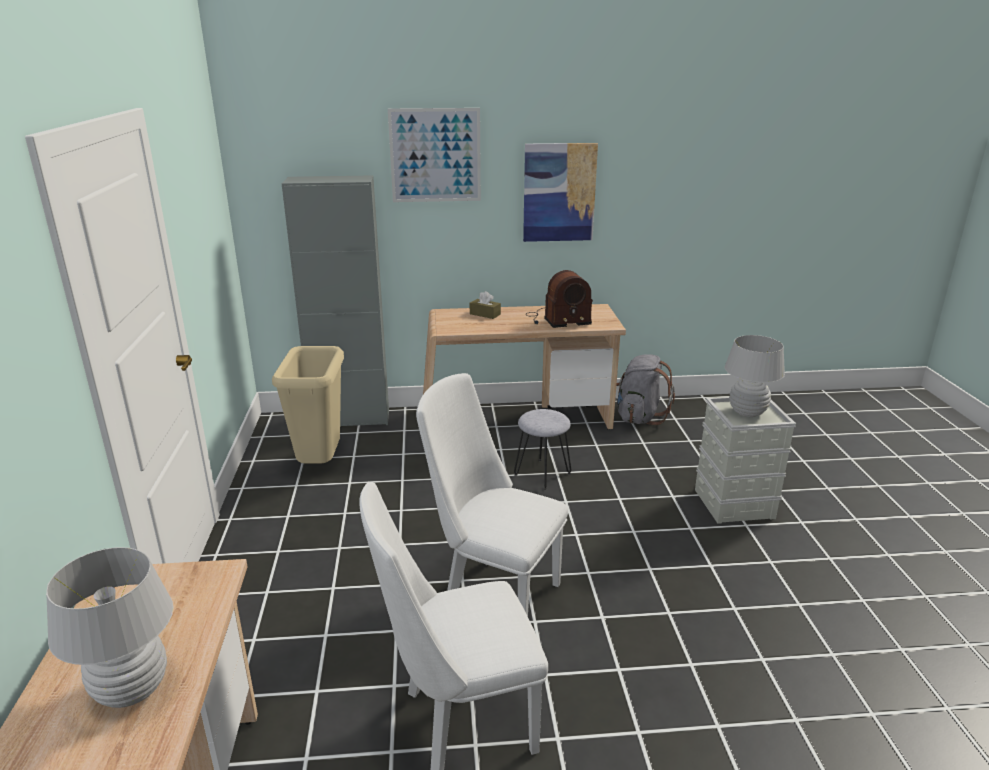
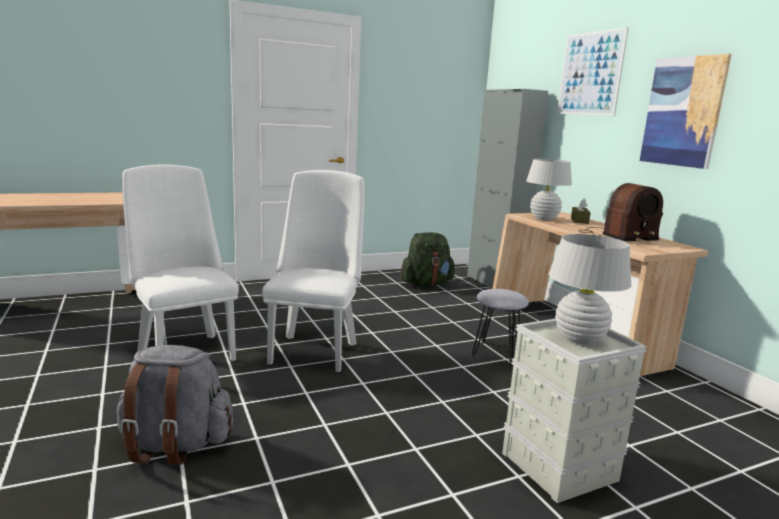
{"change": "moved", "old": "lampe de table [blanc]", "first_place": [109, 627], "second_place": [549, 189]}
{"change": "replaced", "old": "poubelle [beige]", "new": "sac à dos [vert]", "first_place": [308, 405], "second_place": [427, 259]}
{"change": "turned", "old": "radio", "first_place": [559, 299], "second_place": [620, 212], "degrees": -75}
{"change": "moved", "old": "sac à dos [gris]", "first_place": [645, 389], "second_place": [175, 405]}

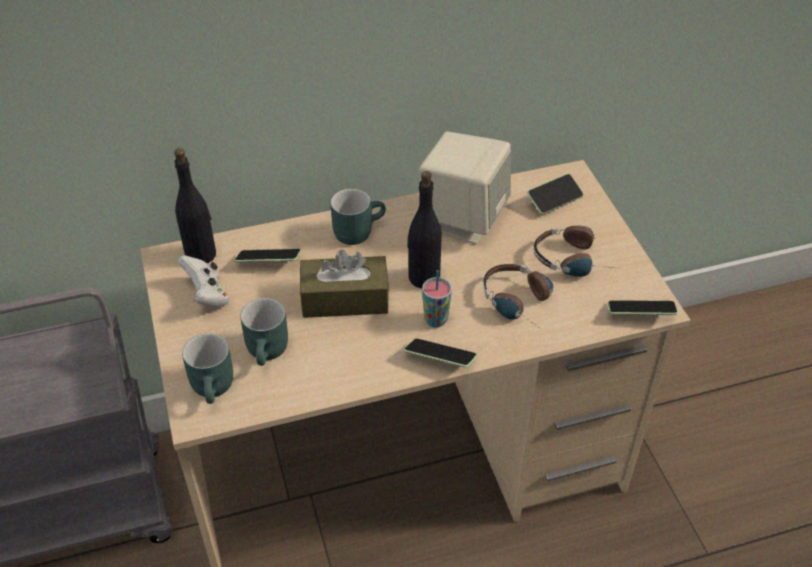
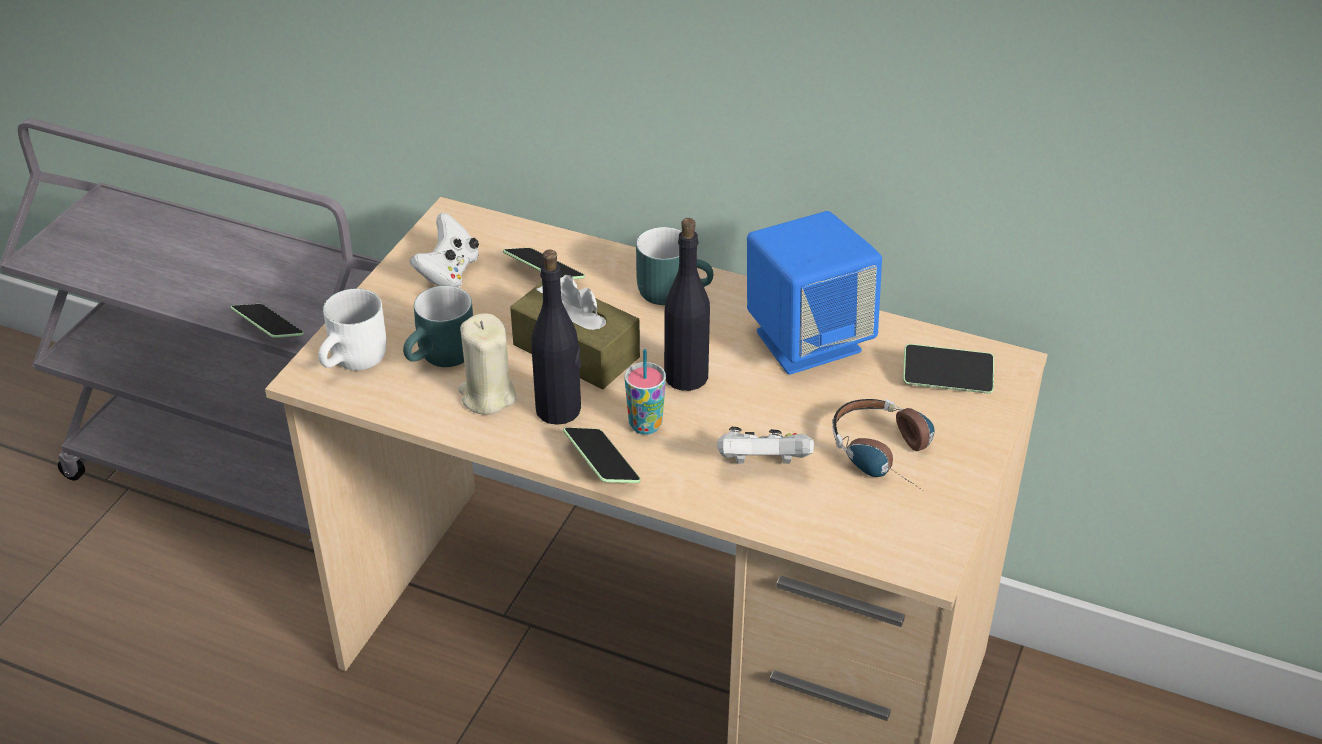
{"change": "moved", "old": "bouteille [noir]", "first_place": [195, 205], "second_place": [556, 337]}
{"change": "recoloured", "old": "mug [turquoise]", "new": "mug [blanc]", "first_place": [207, 368], "second_place": [352, 329]}
{"change": "recoloured", "old": "enceinte [beige]", "new": "enceinte [bleu]", "first_place": [465, 188], "second_place": [814, 293]}
{"change": "replaced", "old": "casque audio", "new": "manette [blanc]", "first_place": [518, 297], "second_place": [765, 445]}
{"change": "moved", "old": "téléphone", "first_place": [643, 307], "second_place": [267, 321]}
{"change": "added", "new": "bougie [beige]", "second_place": [487, 364]}

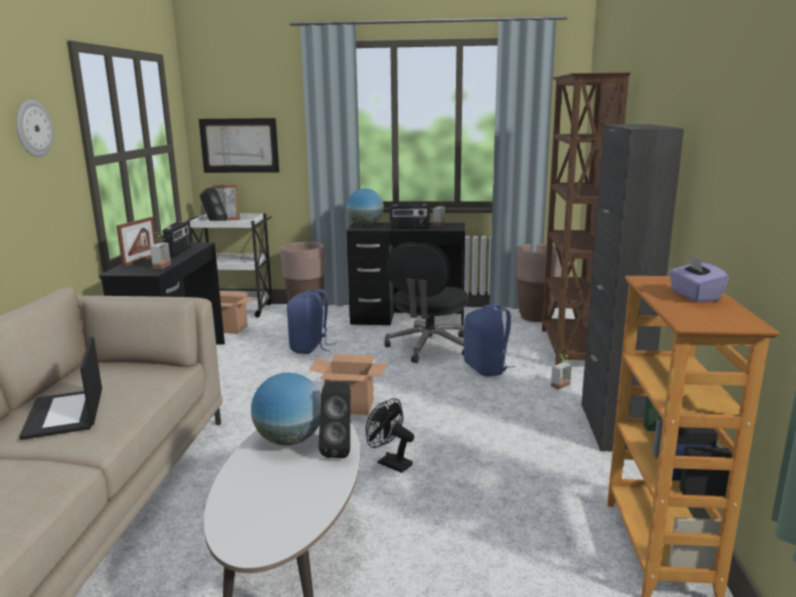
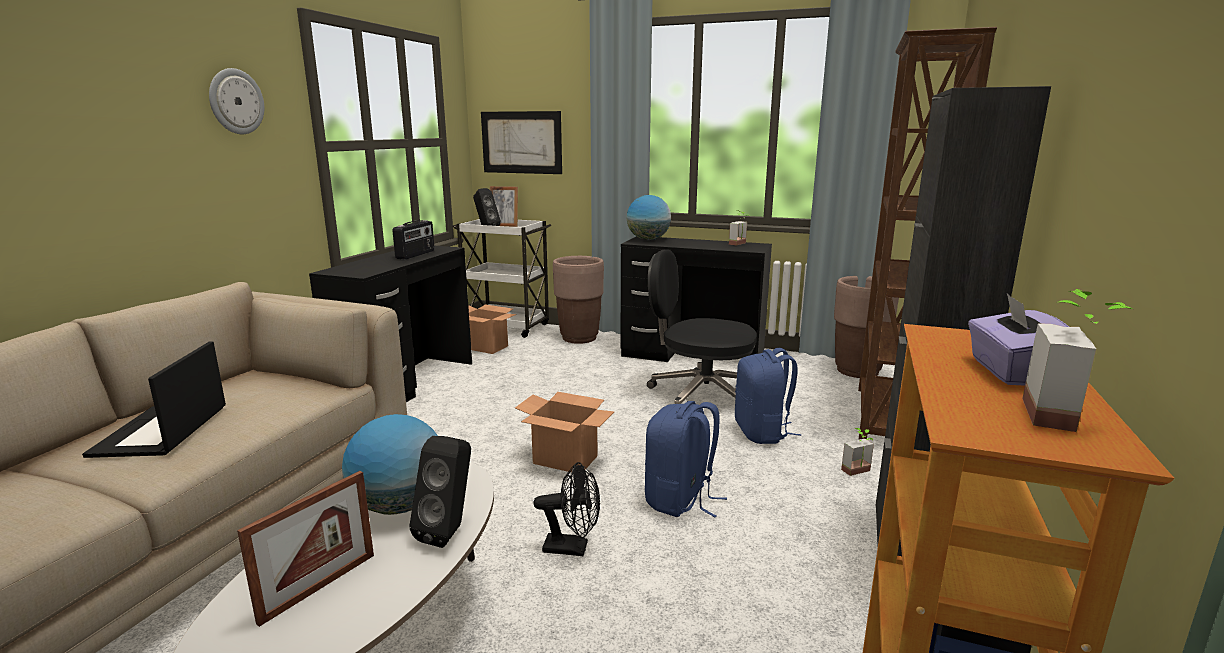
{"change": "moved", "old": "cadre photo", "first_place": [137, 242], "second_place": [305, 549]}
{"change": "moved", "old": "plante en pot", "first_place": [160, 250], "second_place": [1077, 360]}
{"change": "moved", "old": "sac à dos [bleu]", "first_place": [311, 321], "second_place": [686, 459]}
{"change": "turned", "old": "ventilateur [noir]", "first_place": [390, 435], "second_place": [567, 509], "degrees": 135}
{"change": "turned", "old": "chaise de bureau [noir]", "first_place": [425, 302], "second_place": [702, 326], "degrees": 75}
{"change": "removed", "old": "radio", "first_place": [410, 216]}

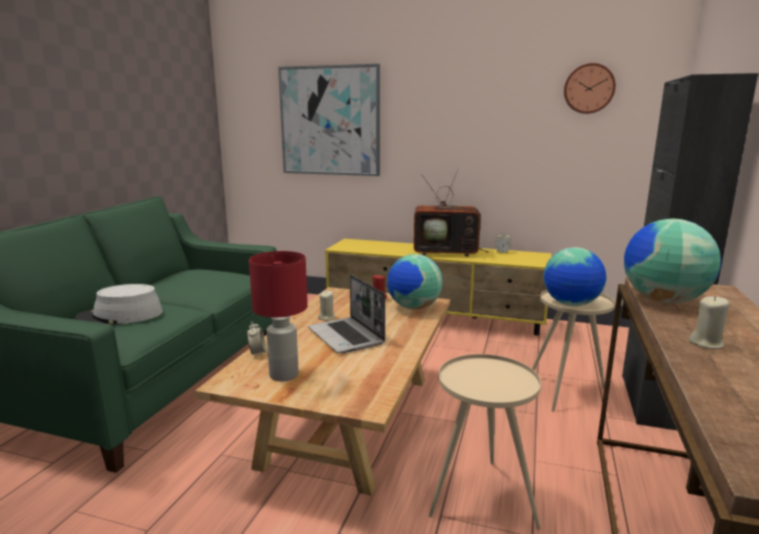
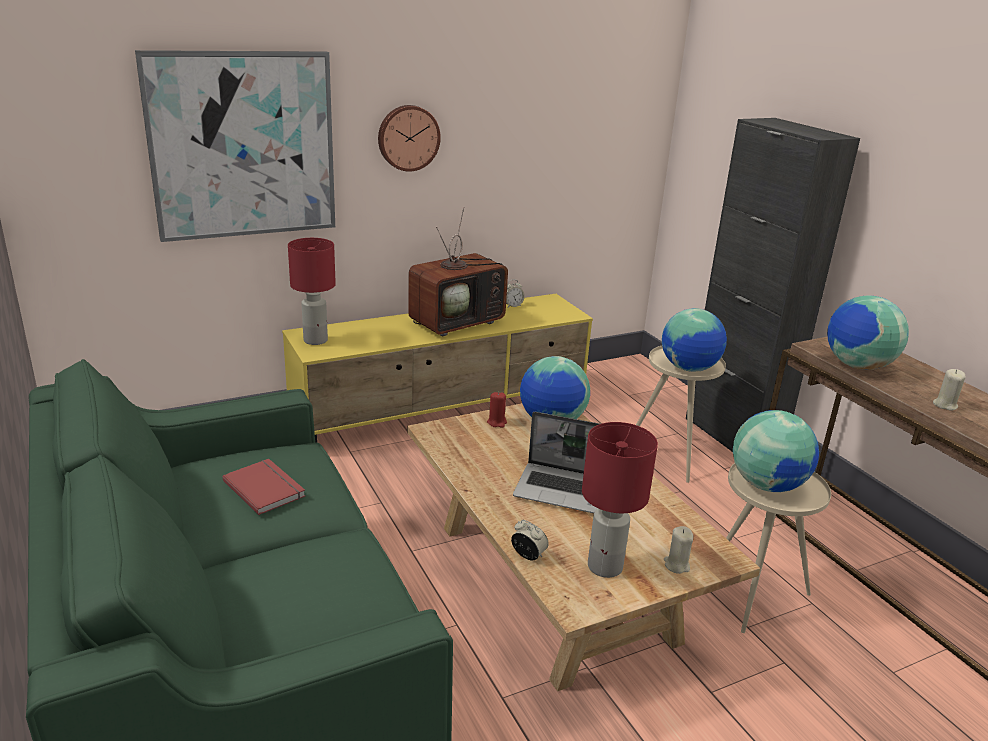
{"change": "removed", "old": "chapeau [gris]", "first_place": [119, 305]}
{"change": "moved", "old": "bougie [beige]", "first_place": [326, 306], "second_place": [678, 550]}
{"change": "moved", "old": "horloge murale", "first_place": [590, 88], "second_place": [409, 138]}
{"change": "added", "new": "livre [rouge]", "second_place": [263, 487]}
{"change": "added", "new": "lampe de table [rouge]", "second_place": [312, 291]}
{"change": "added", "new": "globe", "second_place": [776, 451]}

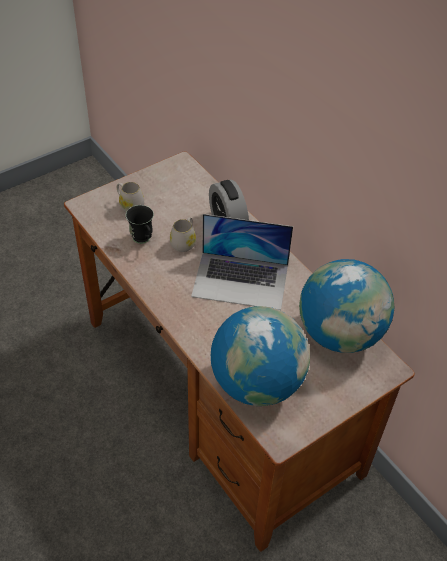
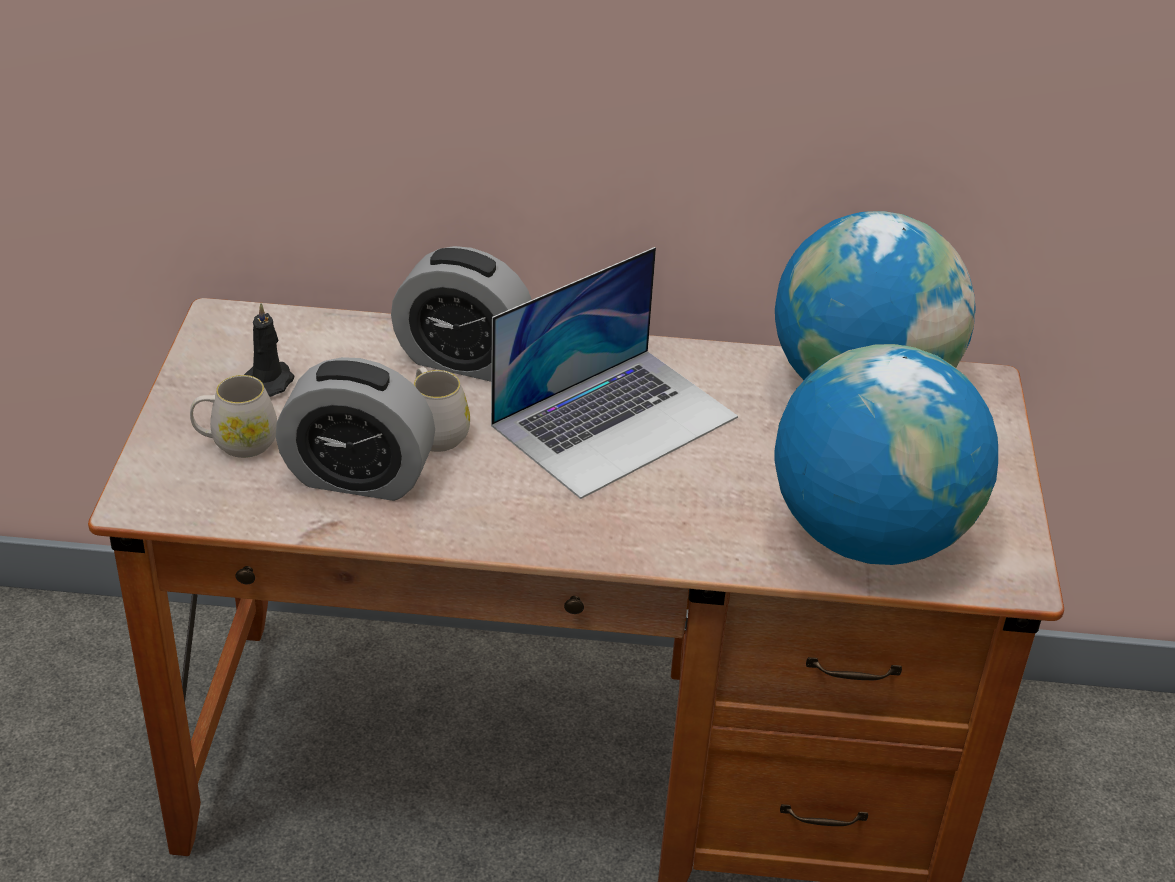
{"change": "replaced", "old": "mug [noir]", "new": "réveil", "first_place": [140, 224], "second_place": [355, 429]}
{"change": "added", "new": "bougie [noir]", "second_place": [269, 350]}

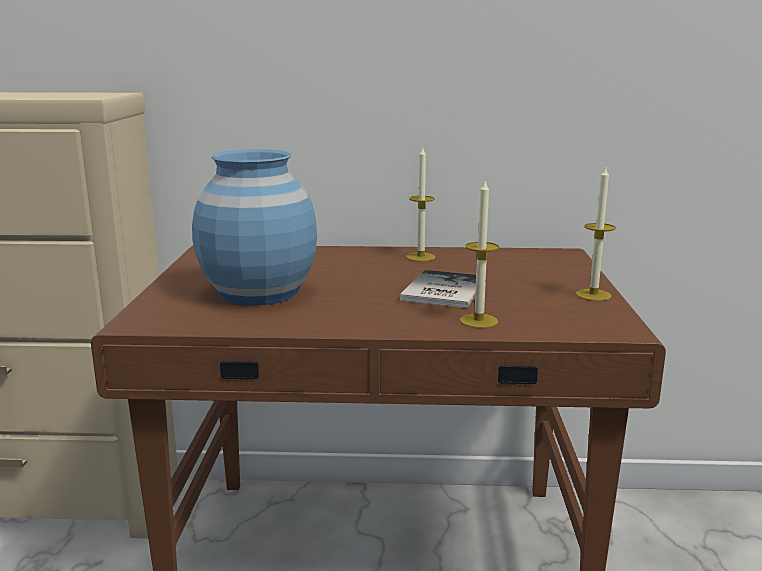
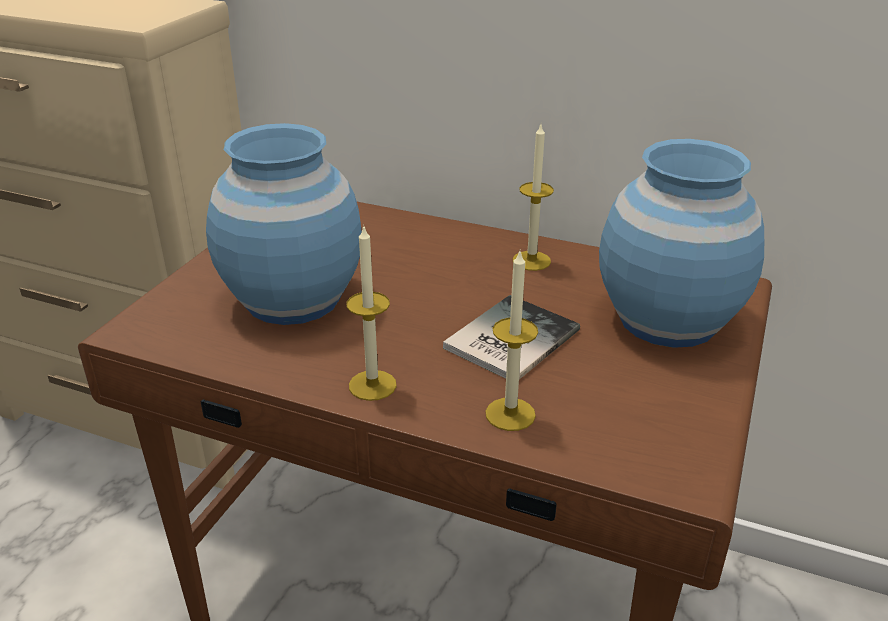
{"change": "moved", "old": "bougie", "first_place": [596, 234], "second_place": [371, 312]}
{"change": "added", "new": "vase [bleu]", "second_place": [681, 243]}

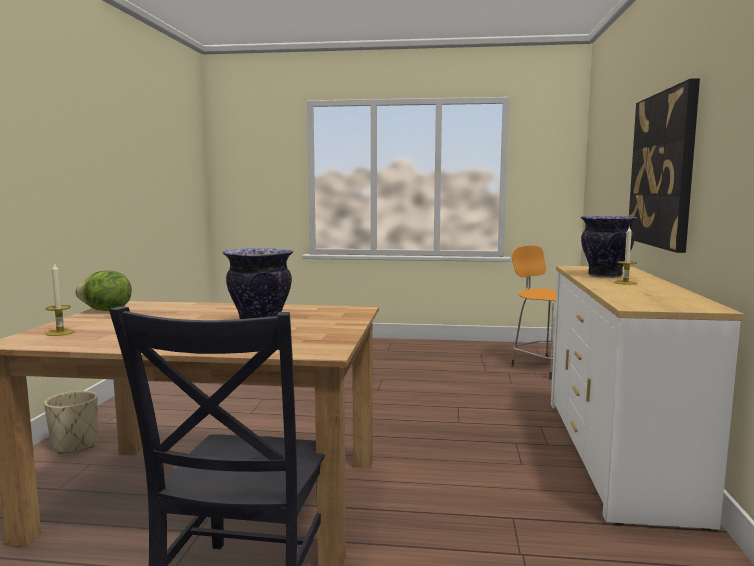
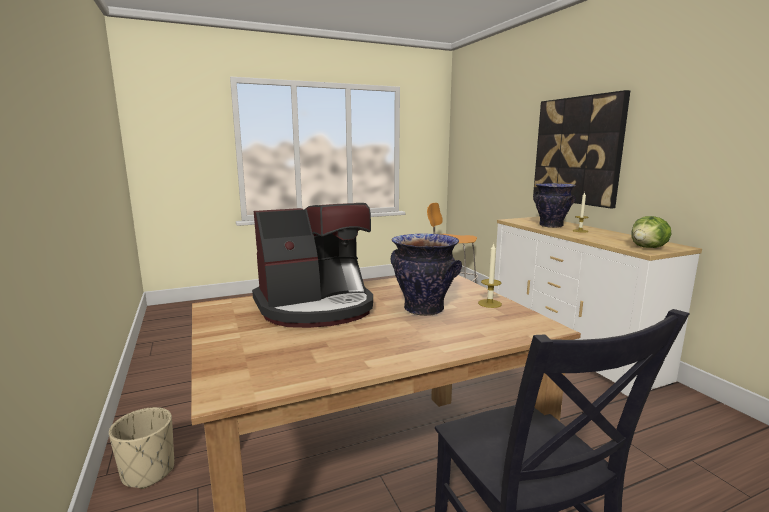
{"change": "moved", "old": "bougie", "first_place": [60, 299], "second_place": [490, 276]}
{"change": "moved", "old": "laitue", "first_place": [103, 290], "second_place": [651, 232]}
{"change": "added", "new": "machine à café", "second_place": [312, 265]}

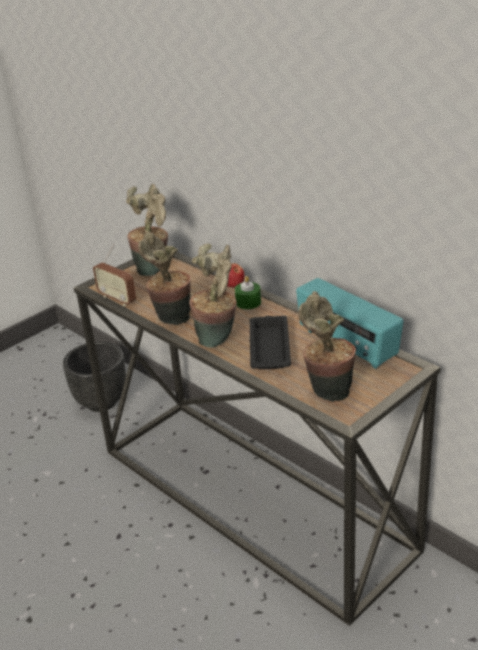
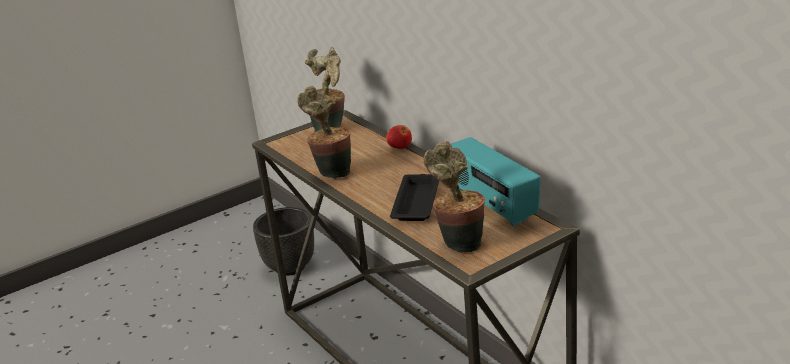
{"change": "removed", "old": "radio", "first_place": [114, 275]}
{"change": "removed", "old": "plante en pot", "first_place": [213, 296]}
{"change": "removed", "old": "bougie [vert]", "first_place": [248, 293]}

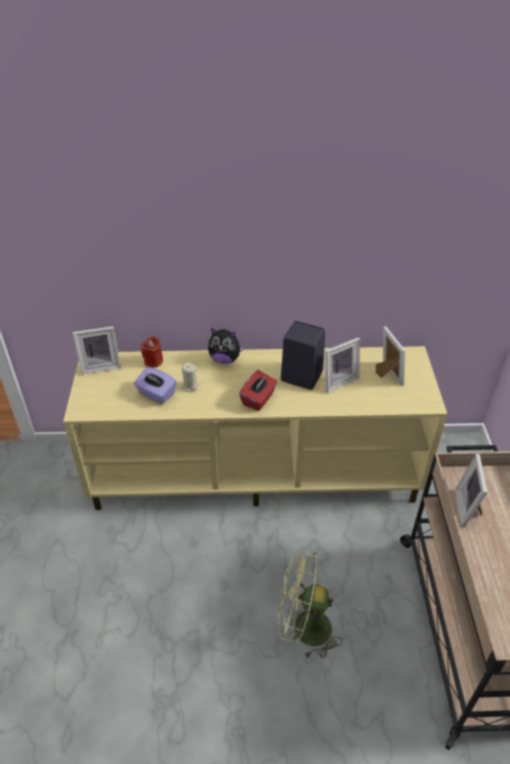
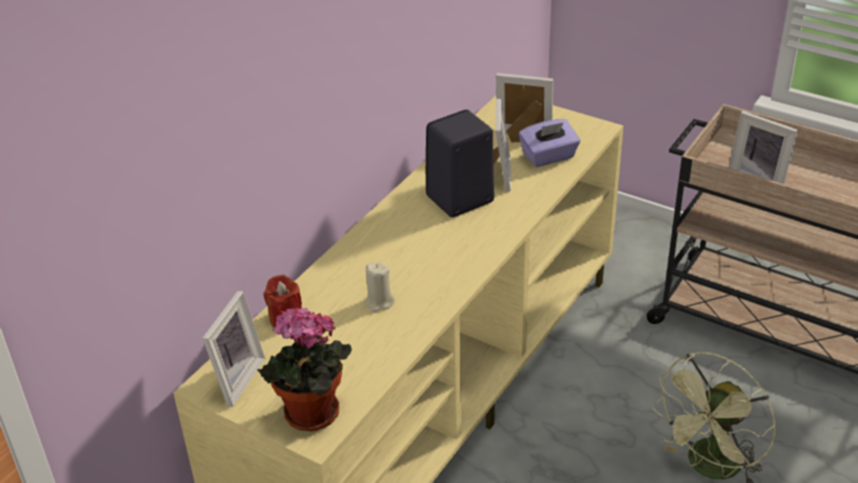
{"change": "moved", "old": "boîte à mouchoirs [violet]", "first_place": [155, 385], "second_place": [549, 143]}
{"change": "removed", "old": "peluche", "first_place": [226, 346]}
{"change": "removed", "old": "boîte à mouchoirs [rouge]", "first_place": [258, 390]}
{"change": "added", "new": "plante en pot", "second_place": [304, 369]}

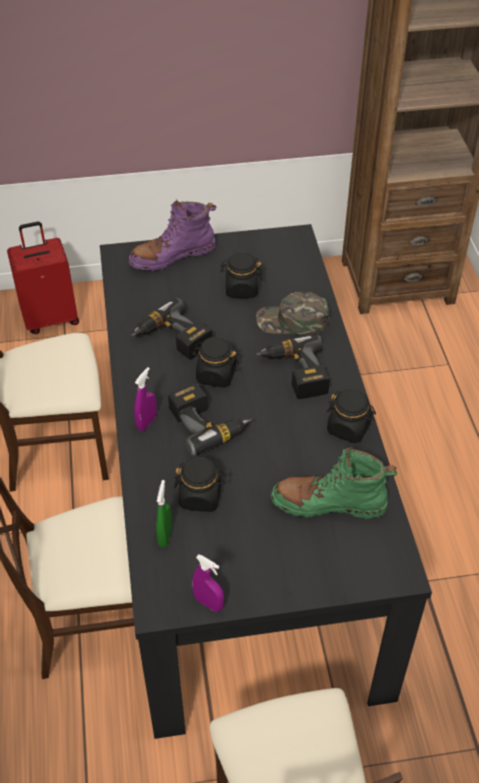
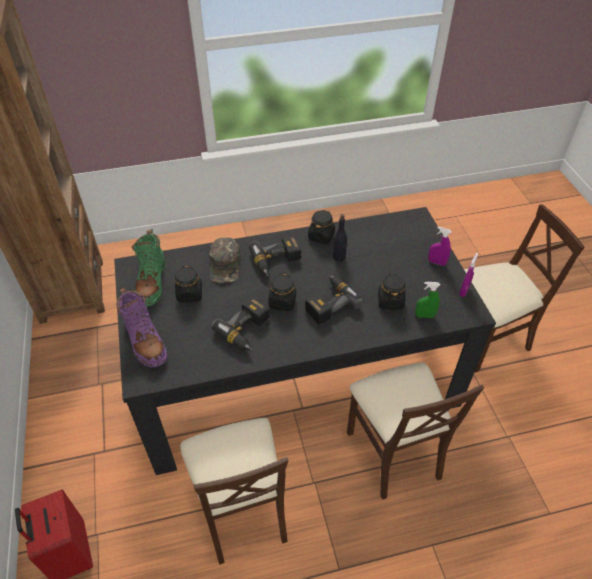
{"change": "moved", "old": "vaporisateur [violet]", "first_place": [145, 399], "second_place": [440, 246]}
{"change": "moved", "old": "botte [vert]", "first_place": [334, 482], "second_place": [149, 267]}
{"change": "added", "new": "bouteille [noir]", "second_place": [340, 238]}

